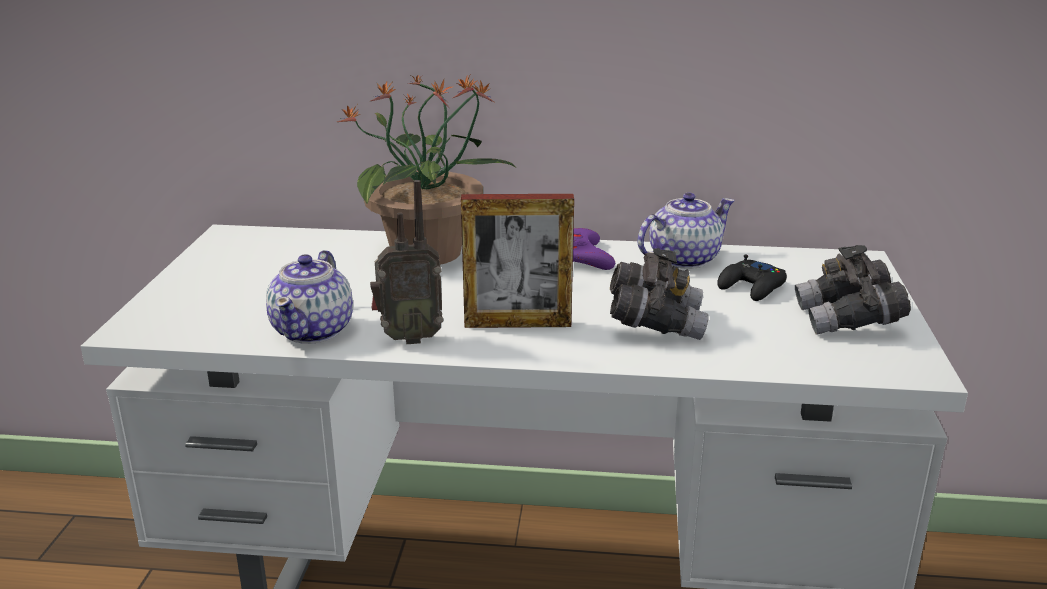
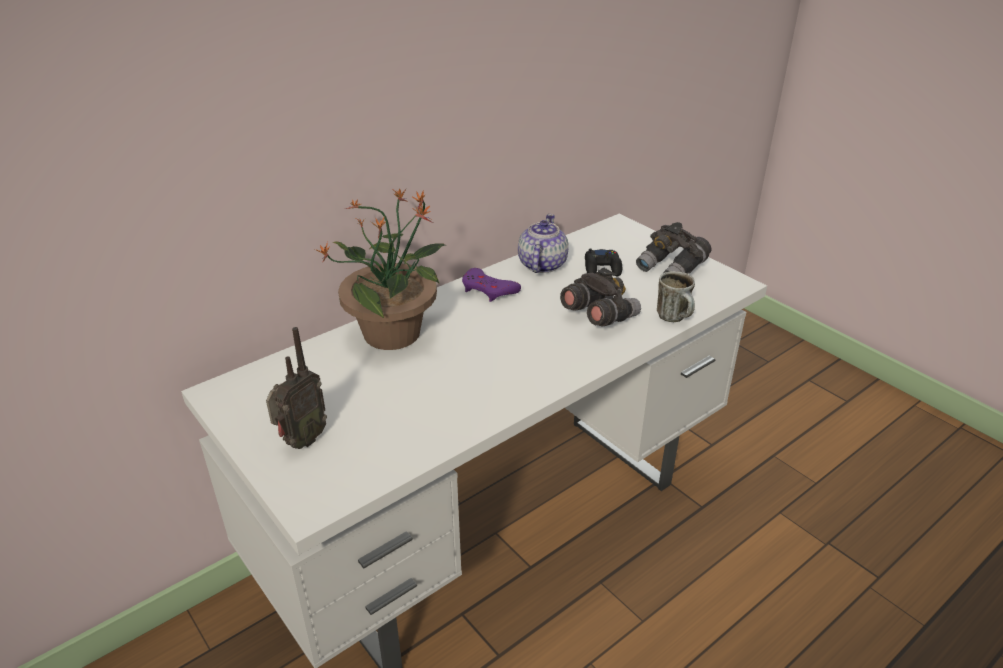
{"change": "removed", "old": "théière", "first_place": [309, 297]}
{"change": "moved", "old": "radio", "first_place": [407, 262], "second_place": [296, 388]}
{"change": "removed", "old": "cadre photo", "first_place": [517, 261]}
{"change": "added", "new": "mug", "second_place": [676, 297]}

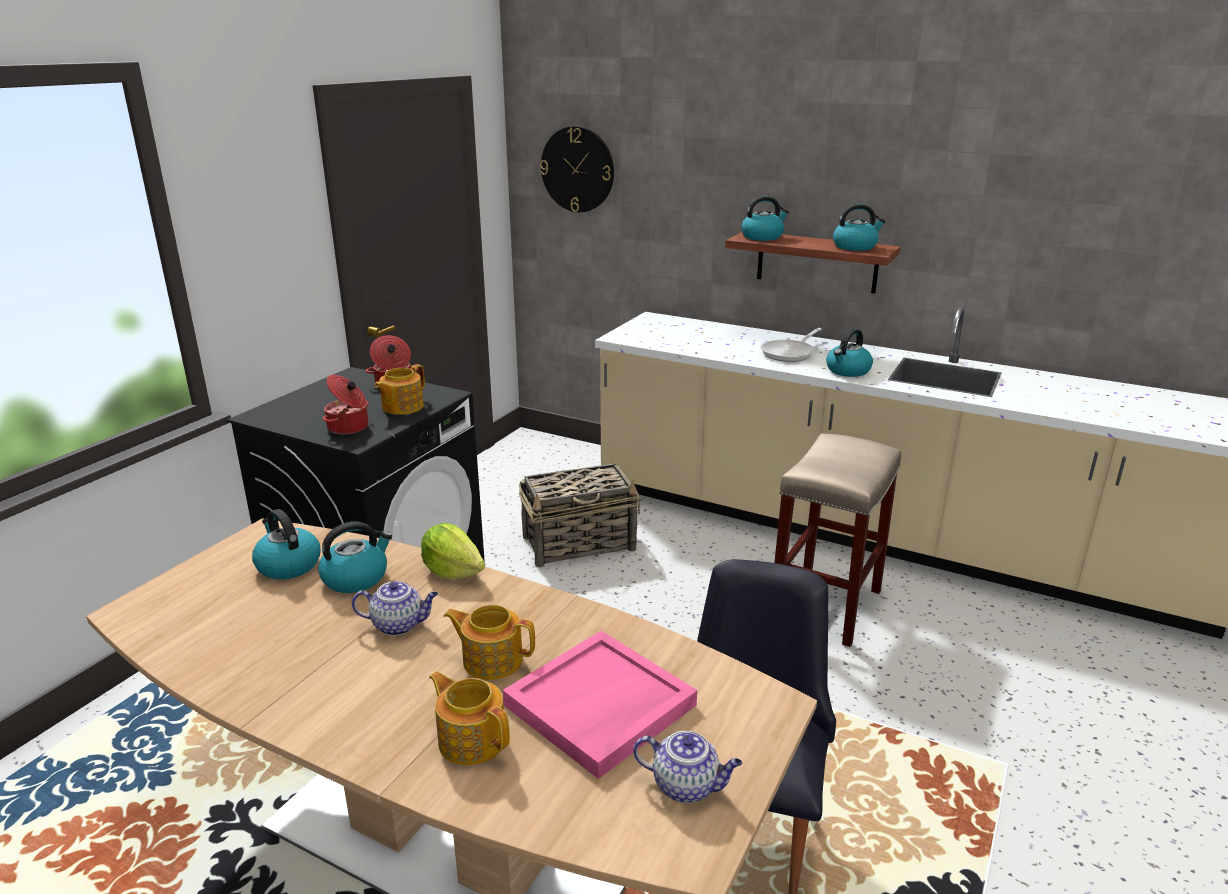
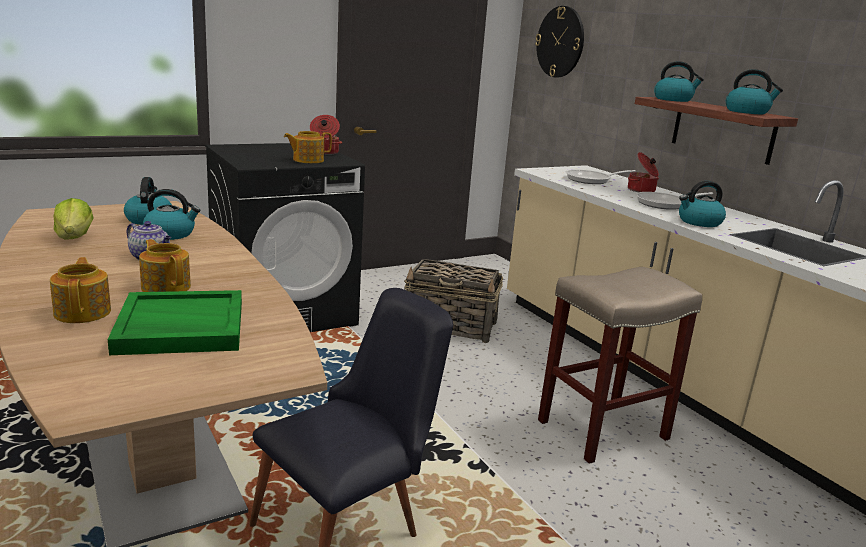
{"change": "moved", "old": "marmite", "first_place": [346, 405], "second_place": [643, 172]}
{"change": "moved", "old": "laitue", "first_place": [453, 551], "second_place": [74, 219]}
{"change": "recoloured", "old": "plateau [rose]", "new": "plateau [vert]", "first_place": [600, 705], "second_place": [175, 322]}
{"change": "removed", "old": "théière", "first_place": [687, 767]}
{"change": "added", "new": "poêle", "second_place": [601, 177]}

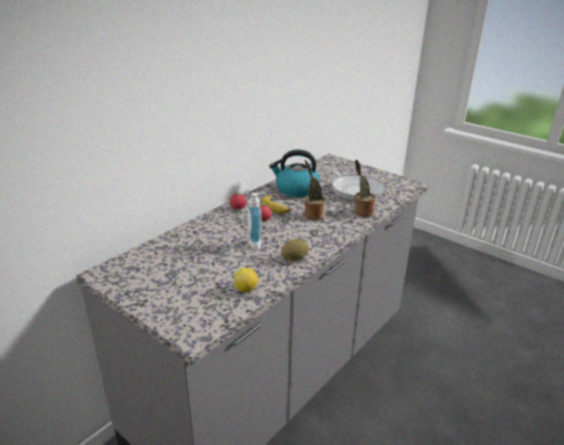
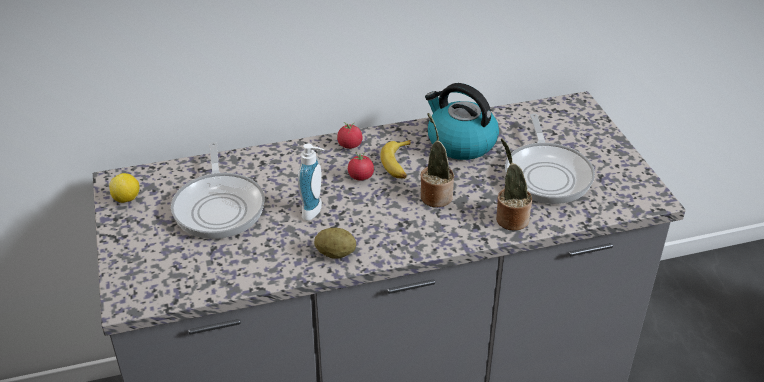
{"change": "moved", "old": "citron", "first_place": [246, 280], "second_place": [124, 188]}
{"change": "added", "new": "poêle", "second_place": [218, 190]}

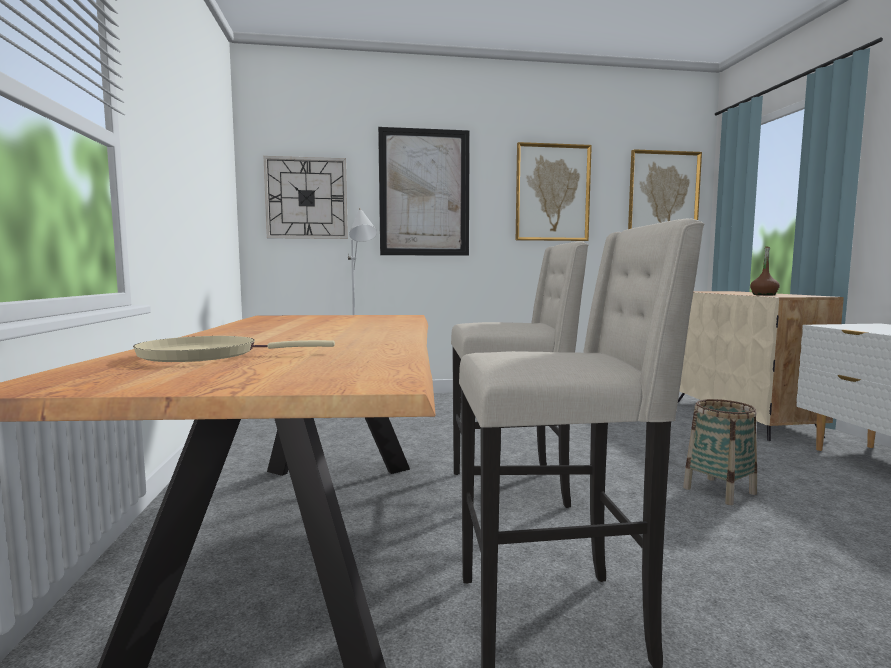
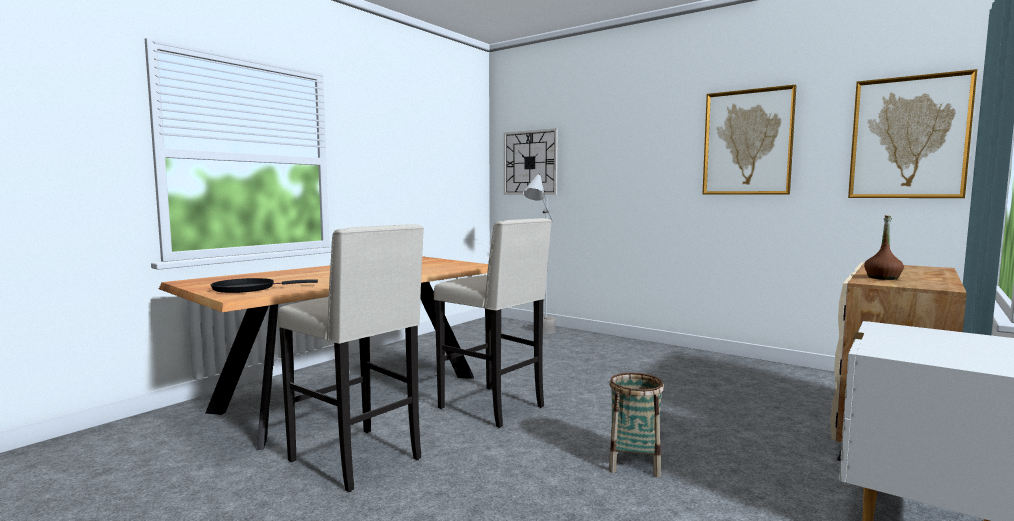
{"change": "removed", "old": "poêle [beige]", "first_place": [234, 349]}
{"change": "removed", "old": "tableau", "first_place": [424, 191]}
{"change": "added", "new": "poêle [noir]", "second_place": [264, 285]}

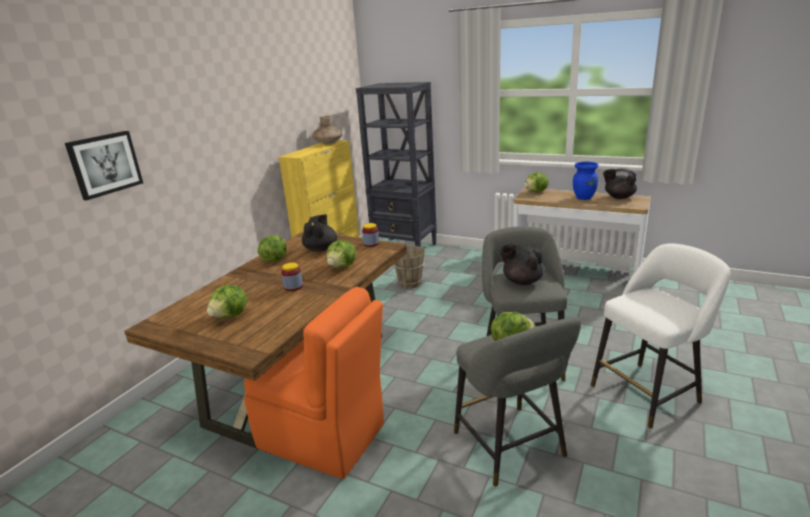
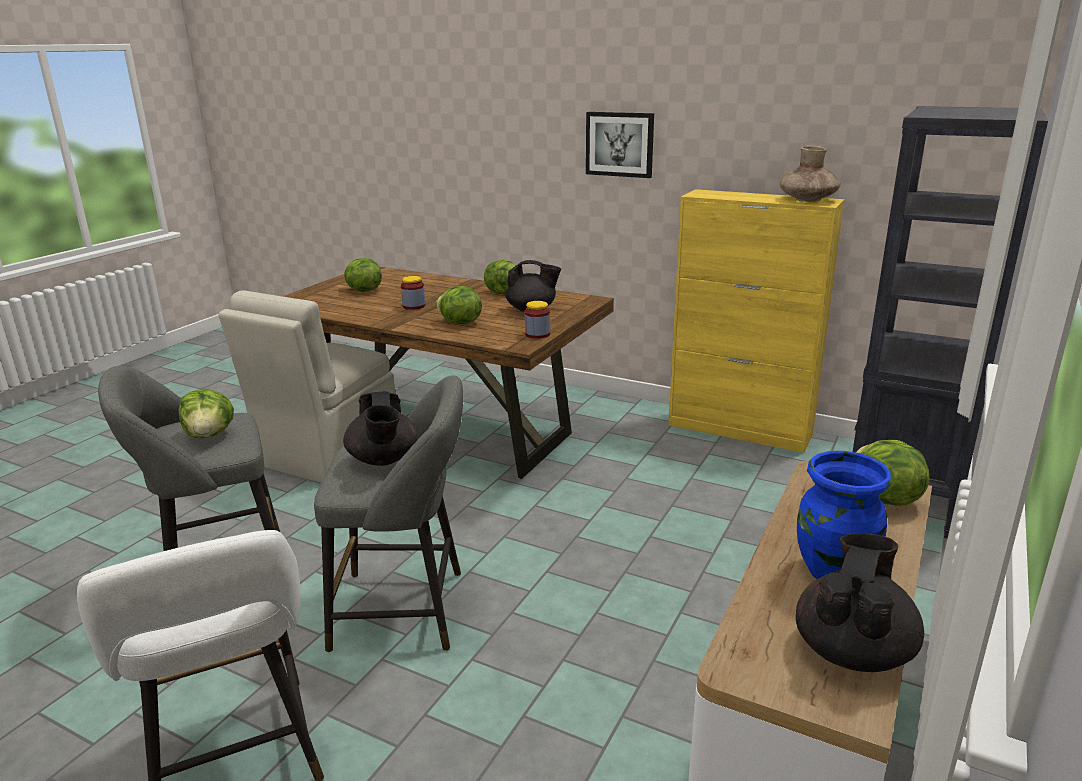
{"change": "moved", "old": "tableau", "first_place": [104, 166], "second_place": [620, 145]}
{"change": "recoloured", "old": "chaise [orange]", "new": "chaise [beige]", "first_place": [314, 383], "second_place": [307, 386]}
{"change": "removed", "old": "seau [marron]", "first_place": [409, 266]}
{"change": "turned", "old": "théière [noir]", "first_place": [522, 264], "second_place": [380, 429], "degrees": 135}

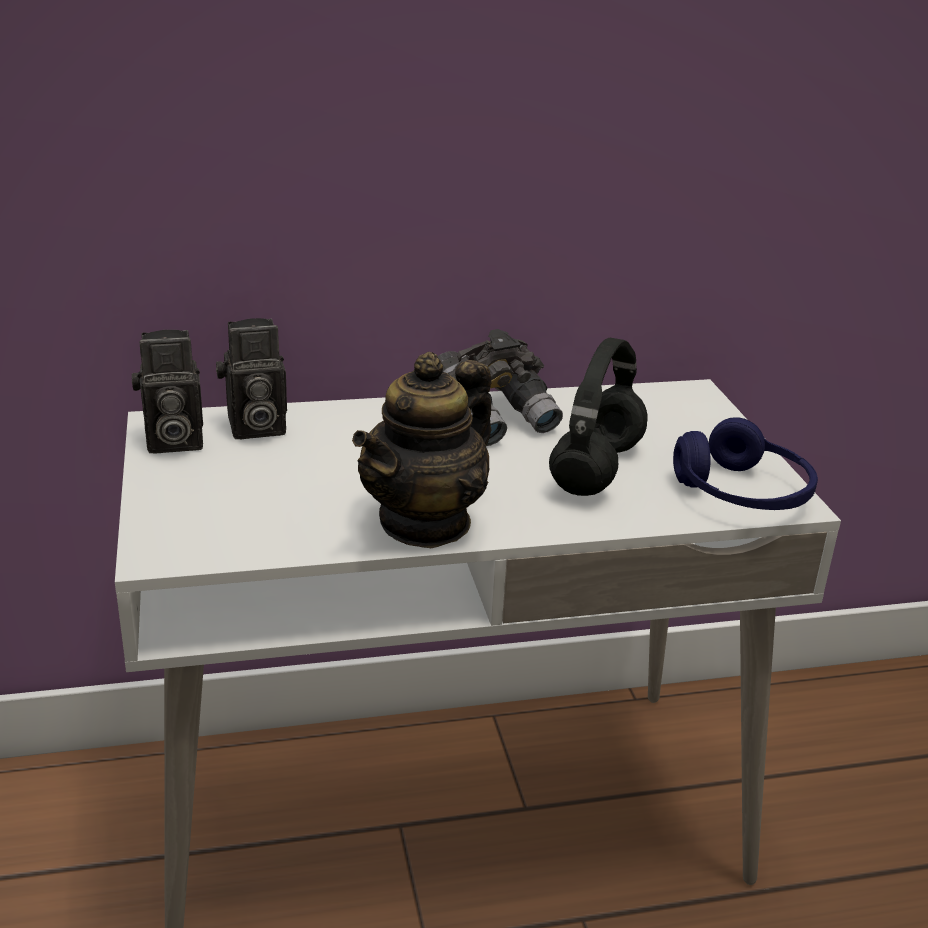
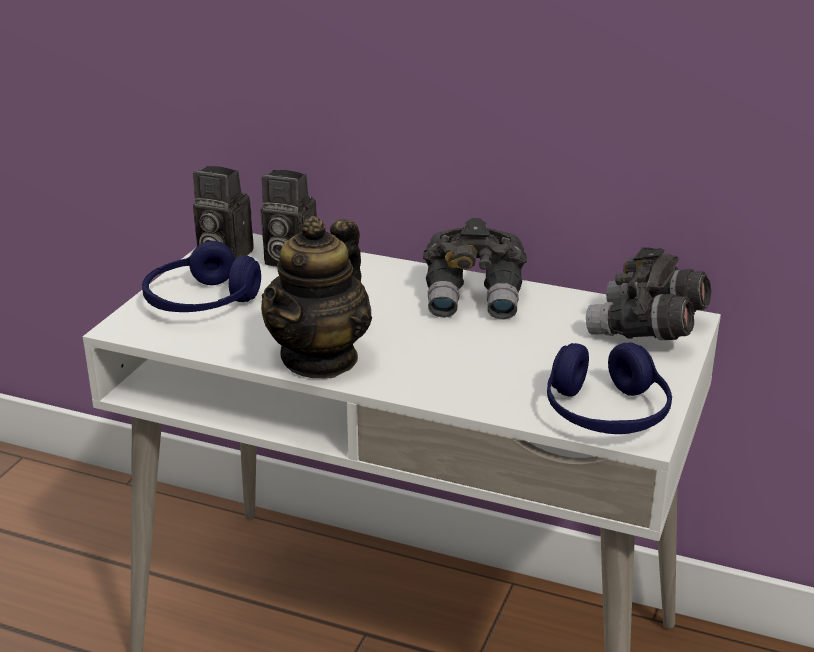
{"change": "turned", "old": "théière", "first_place": [422, 450], "second_place": [316, 297], "degrees": -45}
{"change": "removed", "old": "casque audio [noir]", "first_place": [598, 417]}
{"change": "added", "new": "casque audio [bleu]", "second_place": [201, 276]}
{"change": "added", "new": "jumelles [gris]", "second_place": [648, 293]}

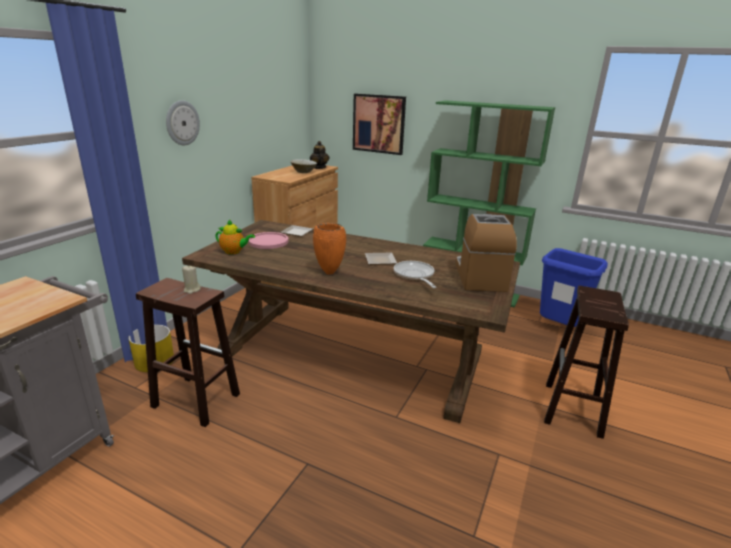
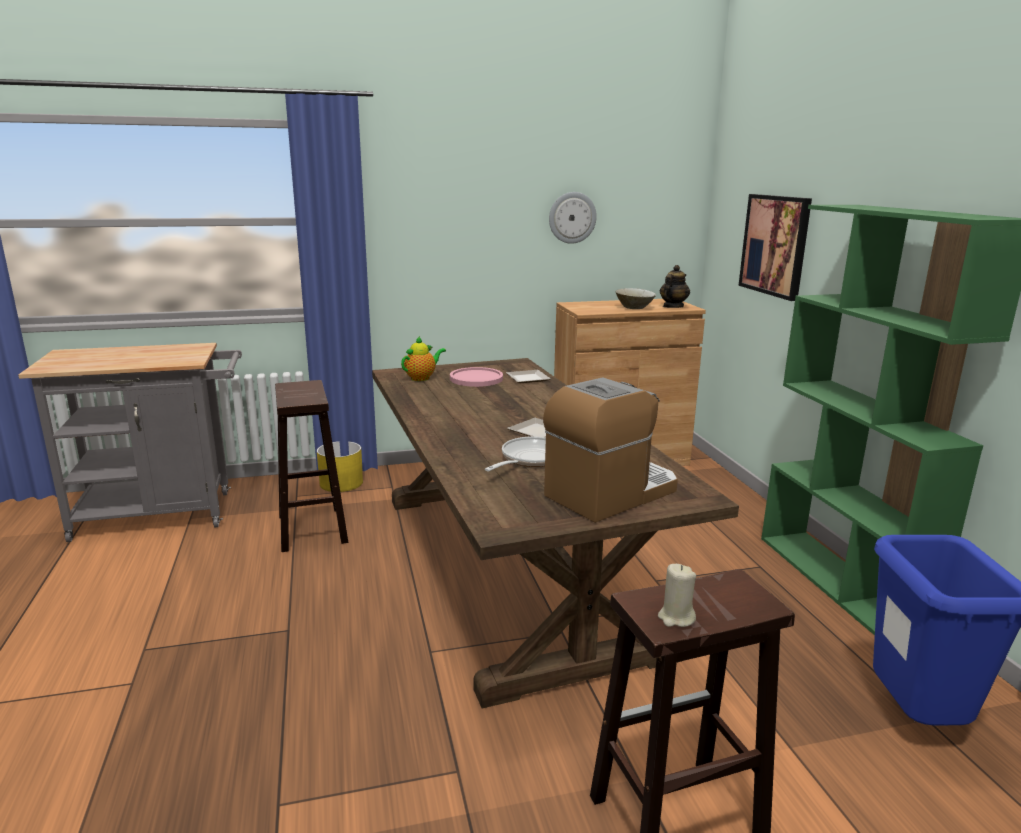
{"change": "moved", "old": "horloge murale", "first_place": [183, 122], "second_place": [573, 218]}
{"change": "moved", "old": "bougie [beige]", "first_place": [191, 279], "second_place": [677, 595]}
{"change": "turned", "old": "théière", "first_place": [235, 237], "second_place": [423, 358], "degrees": -105}
{"change": "removed", "old": "vase [orange]", "first_place": [329, 249]}

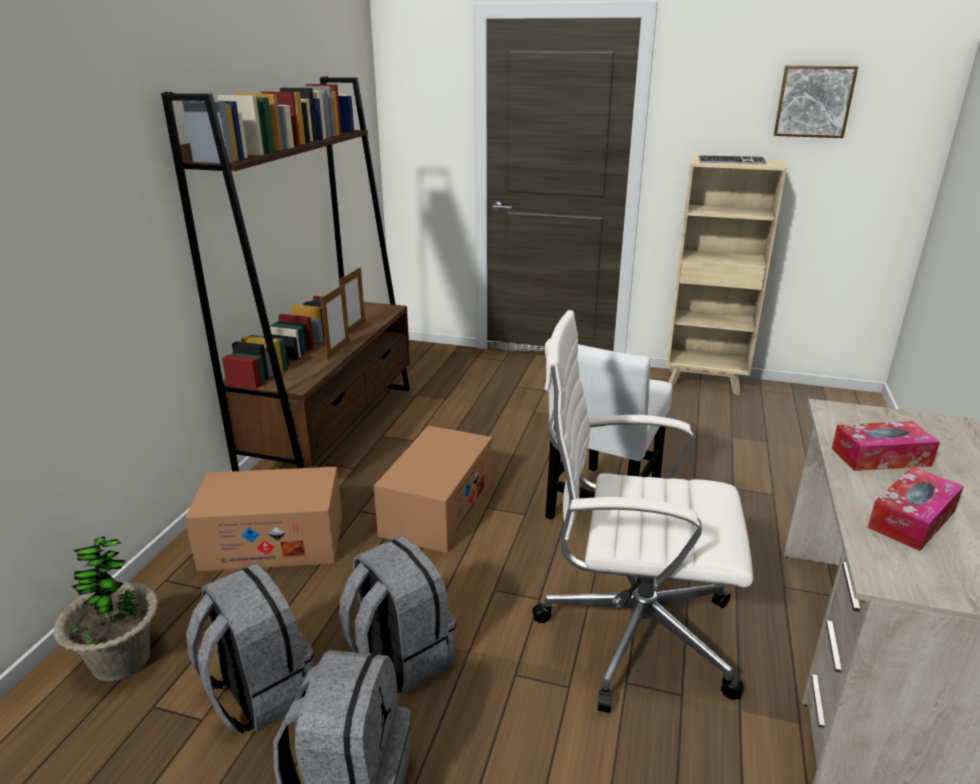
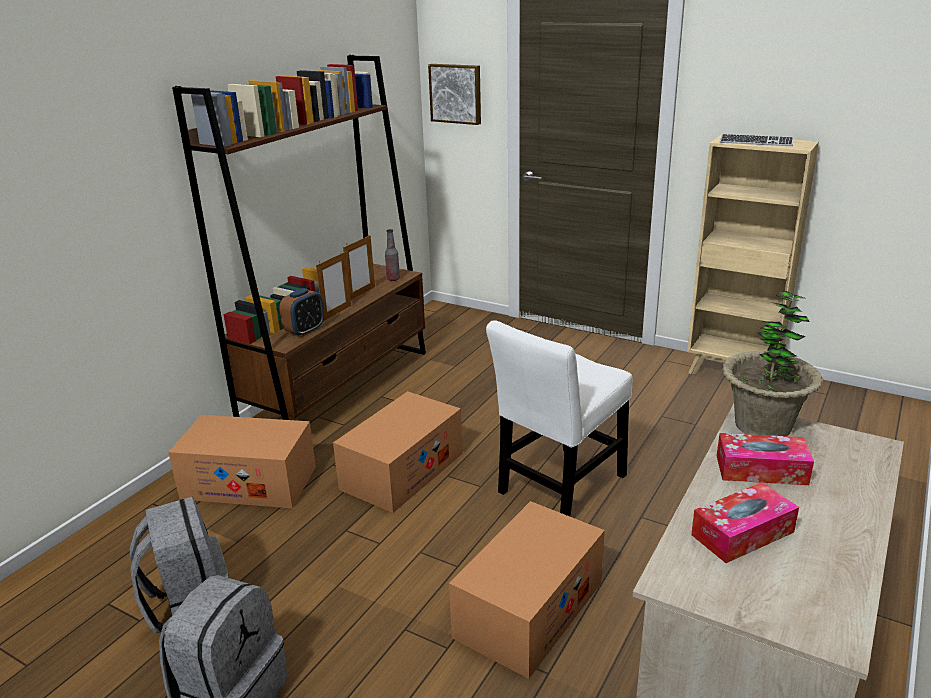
{"change": "moved", "old": "plante en pot", "first_place": [106, 608], "second_place": [772, 363]}
{"change": "removed", "old": "sac à dos [gris]", "first_place": [397, 615]}
{"change": "replaced", "old": "chaise de bureau [blanc]", "new": "carton", "first_place": [642, 511], "second_place": [527, 590]}
{"change": "moved", "old": "tableau", "first_place": [816, 101], "second_place": [454, 94]}
{"change": "added", "new": "réveil", "second_place": [302, 312]}
{"change": "added", "new": "bouteille", "second_place": [392, 255]}

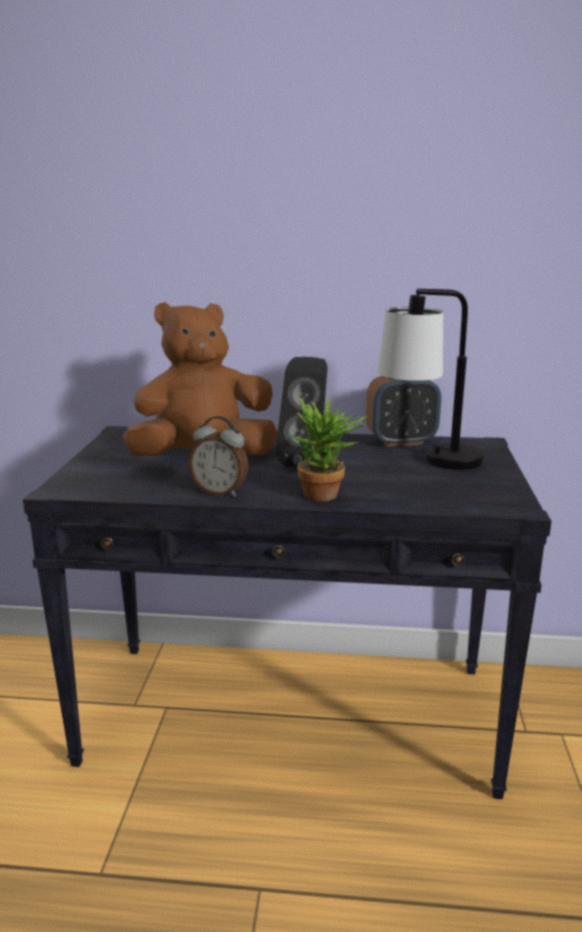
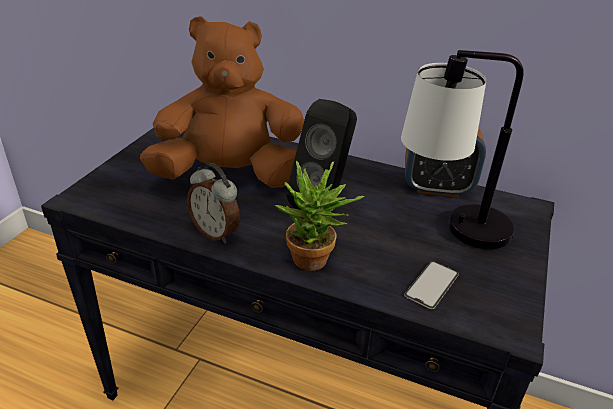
{"change": "added", "new": "téléphone", "second_place": [431, 285]}

